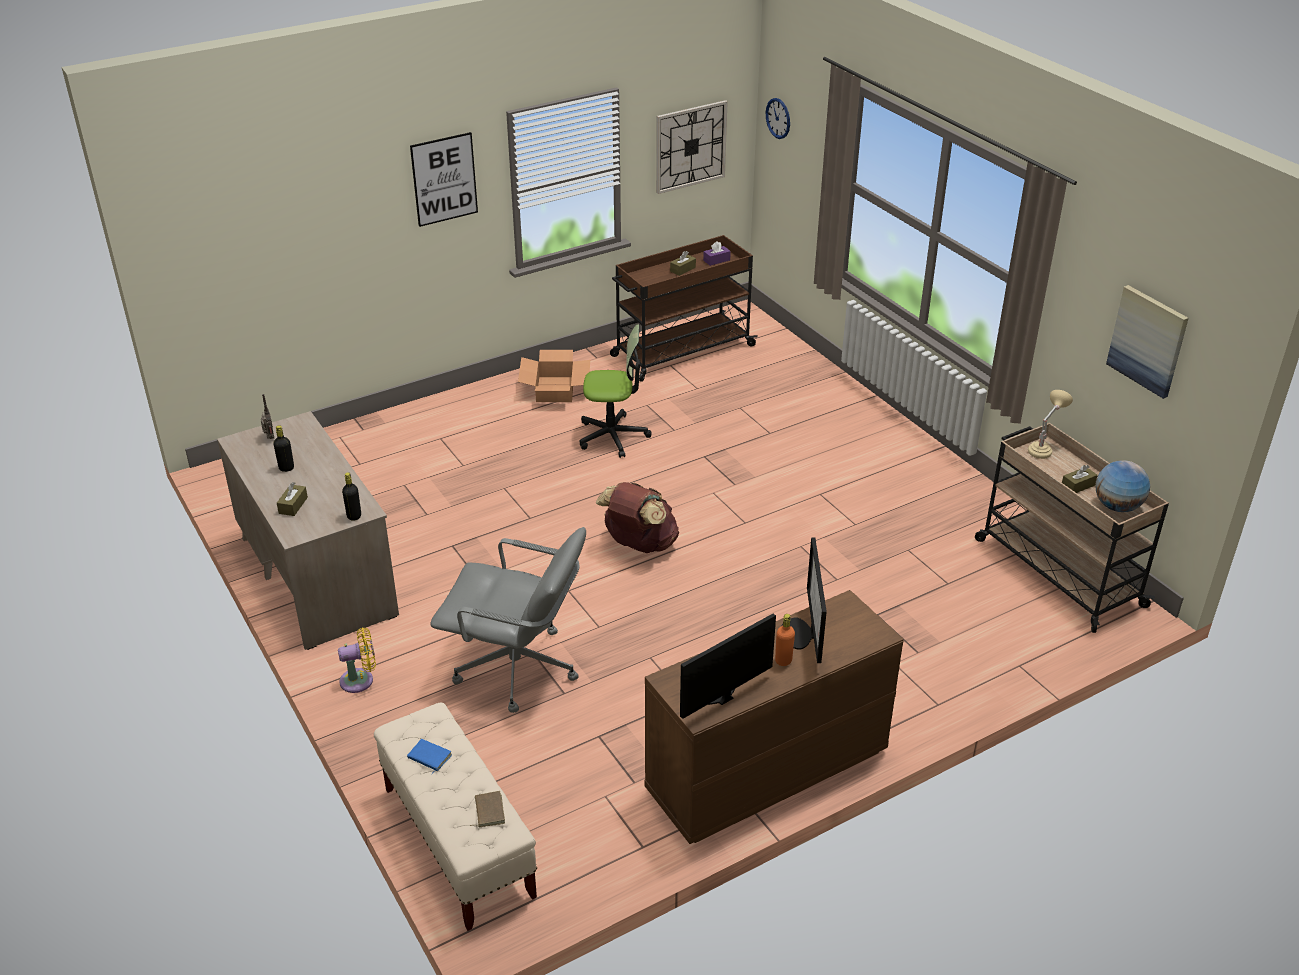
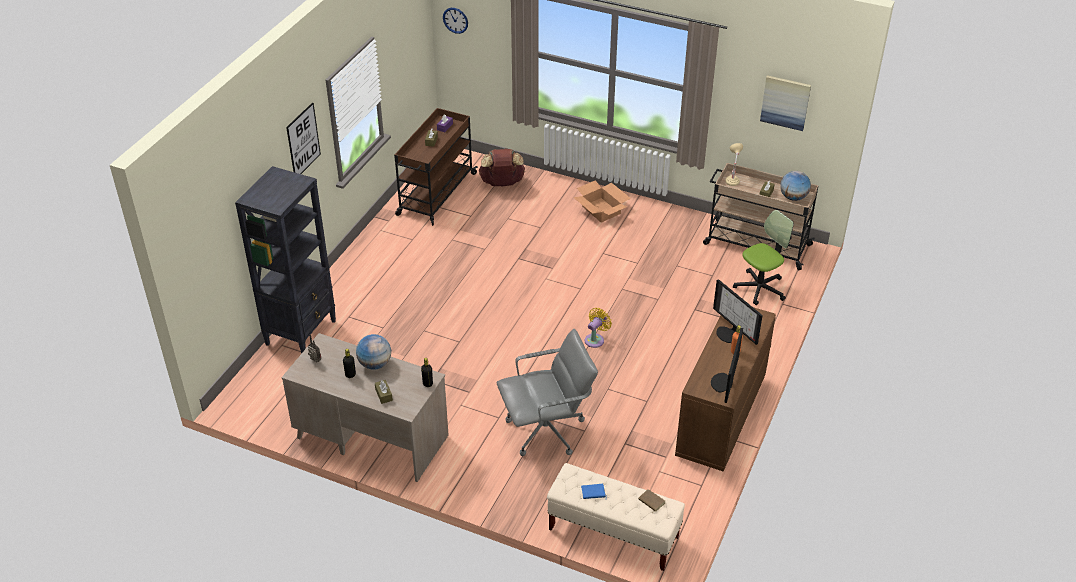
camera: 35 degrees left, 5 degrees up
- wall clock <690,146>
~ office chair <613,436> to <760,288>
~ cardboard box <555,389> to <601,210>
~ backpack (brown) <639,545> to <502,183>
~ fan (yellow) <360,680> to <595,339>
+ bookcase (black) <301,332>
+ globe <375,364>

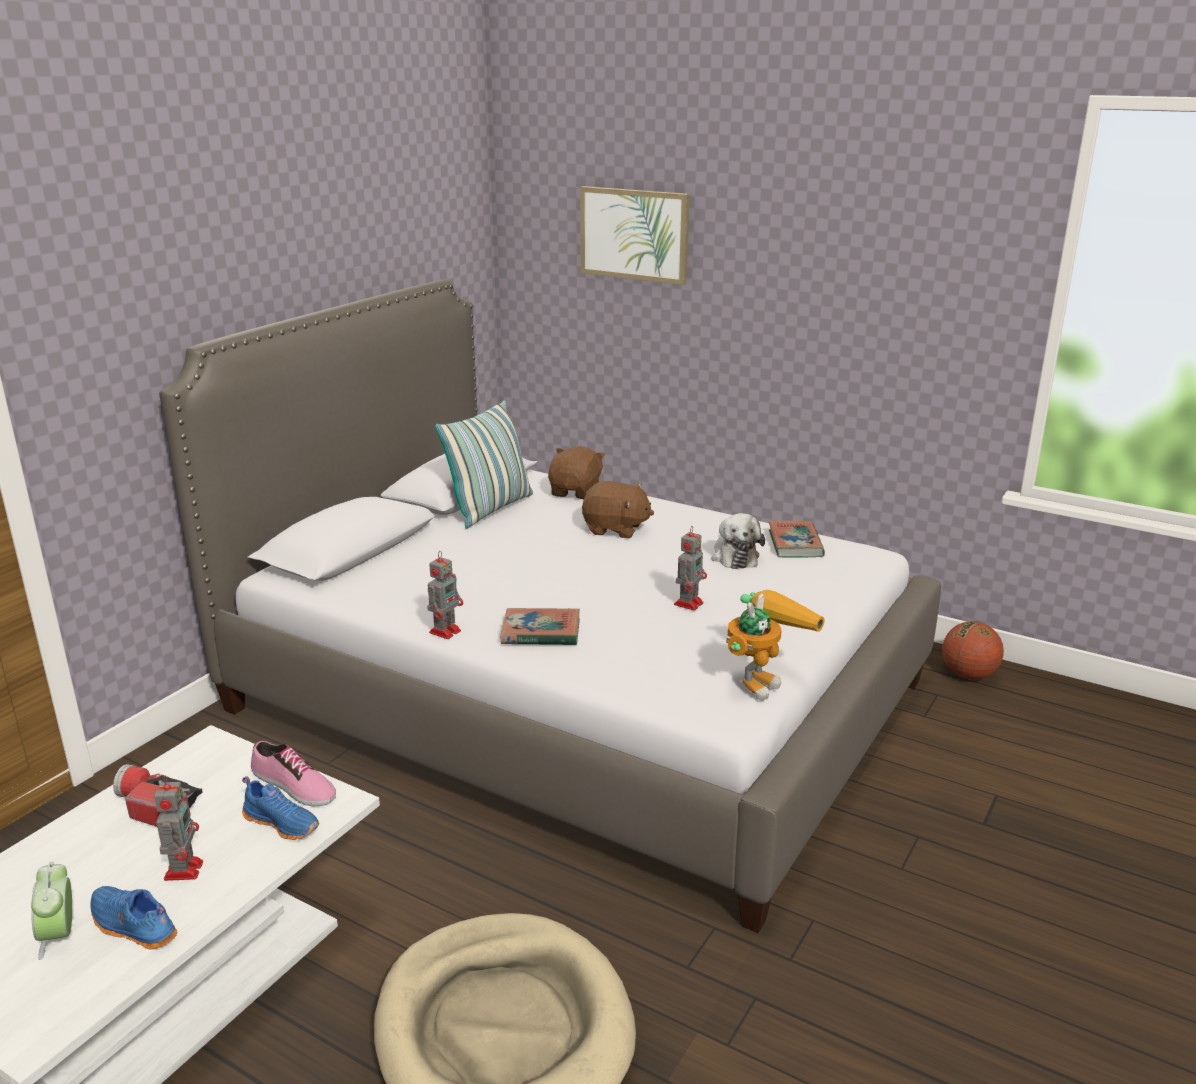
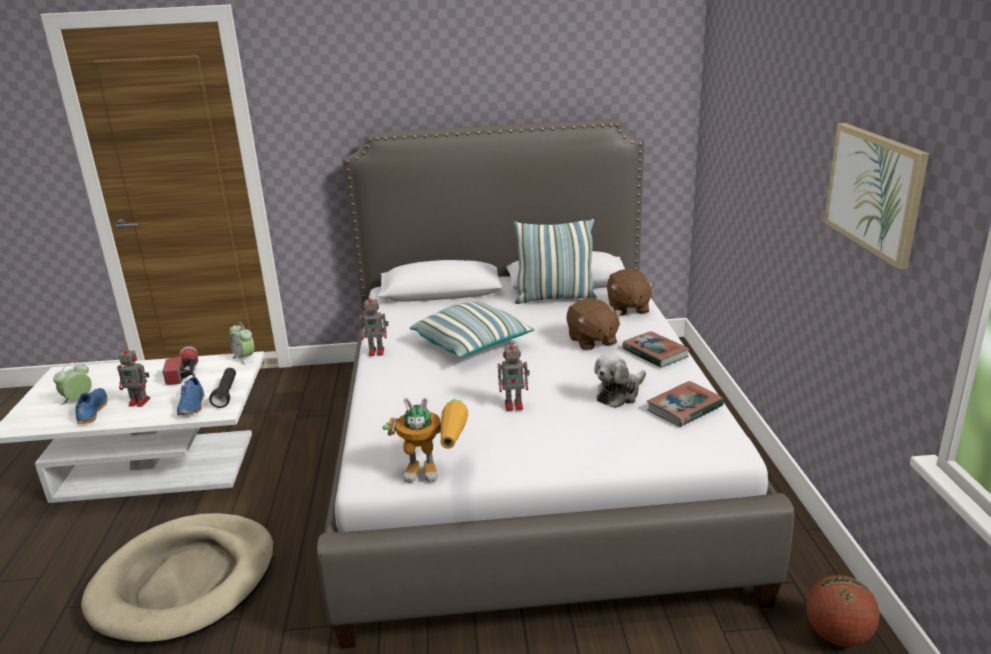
camera: 55 degrees right, 0 degrees up
~ picture <634,234> to <874,191>
~ plush toy (brown) <576,492> = <627,308> 105 degrees clockwise
~ book <541,632> to <655,353>
~ shoe <293,786> to flashlight (black) <226,394>
~ toy robot <184,869> = <140,402> 45 degrees clockwise
+ pillow <472,344>
+ alarm clock <244,358>

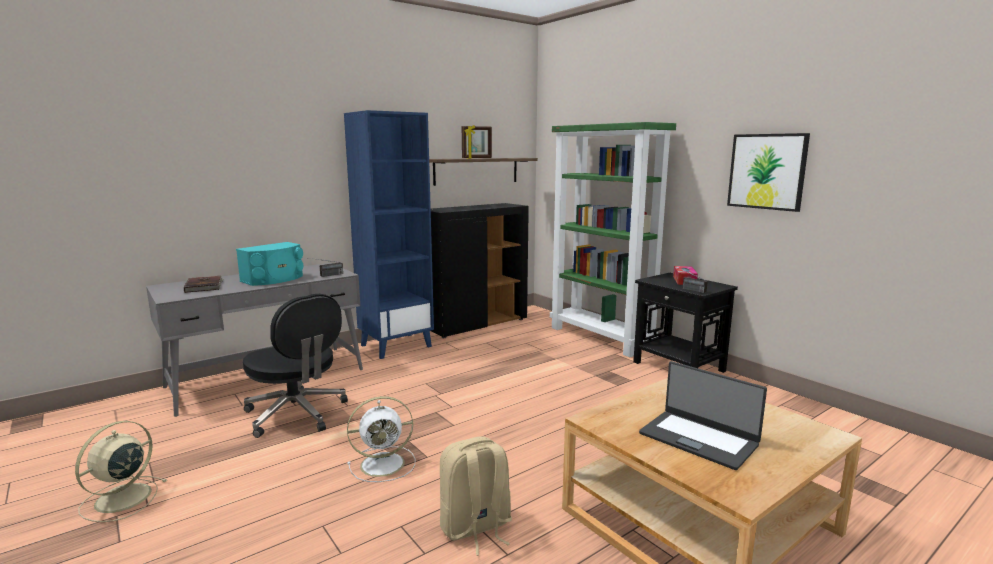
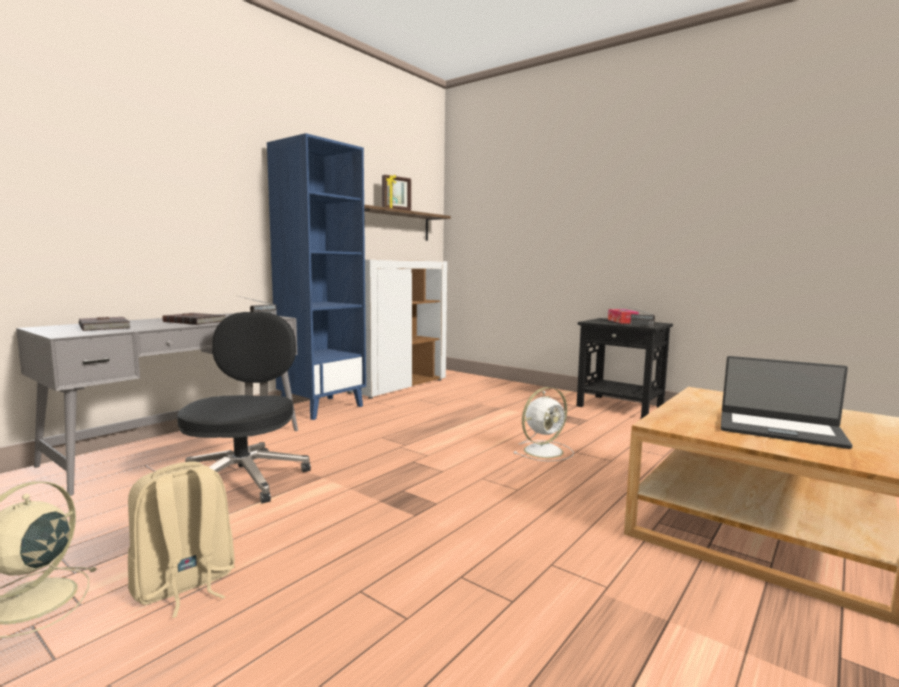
camera: 15 degrees left, 5 degrees down
- bookcase (green) <601,338>
- picture <767,171>
~ cabinet (black) <477,324> to cabinet (white) <397,386>
~ speaker (turquoise) <274,279> to book (brown) <195,321>
~ office chair (black) <297,414> = <244,478> 120 degrees counterclockwise
~ fan (white) <384,464> to <544,451>
~ backpack (beige) <475,528> to <184,585>

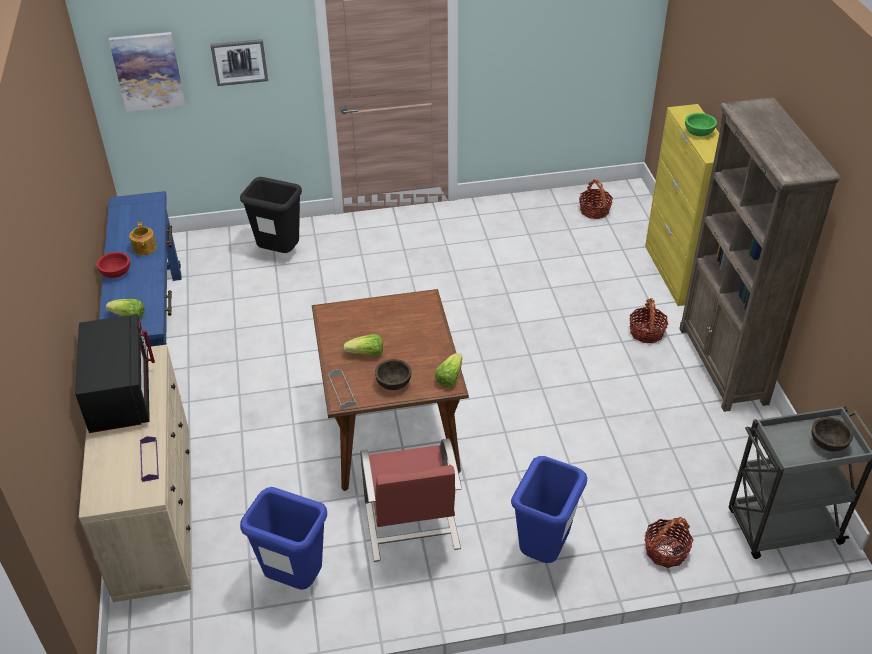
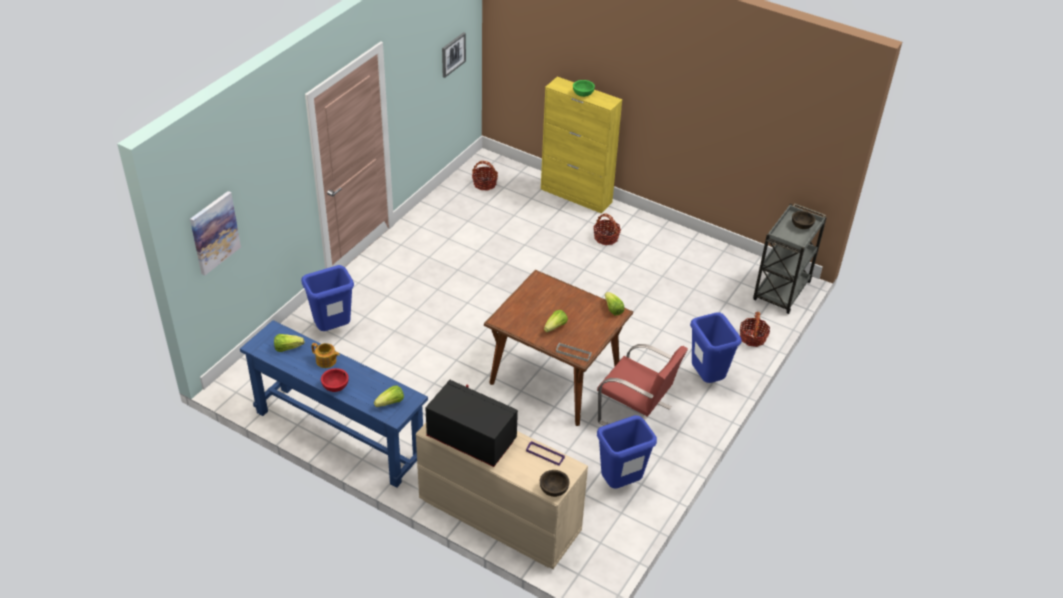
camera: 50 degrees left, 0 degrees up
~ picture <239,61> to <453,54>
- bookcase (brown) <722,366>
~ trash can (black) <280,254> to trash can (blue) <333,329>
~ bowl (brown) <393,383> to <554,490>
+ lettuce <288,348>

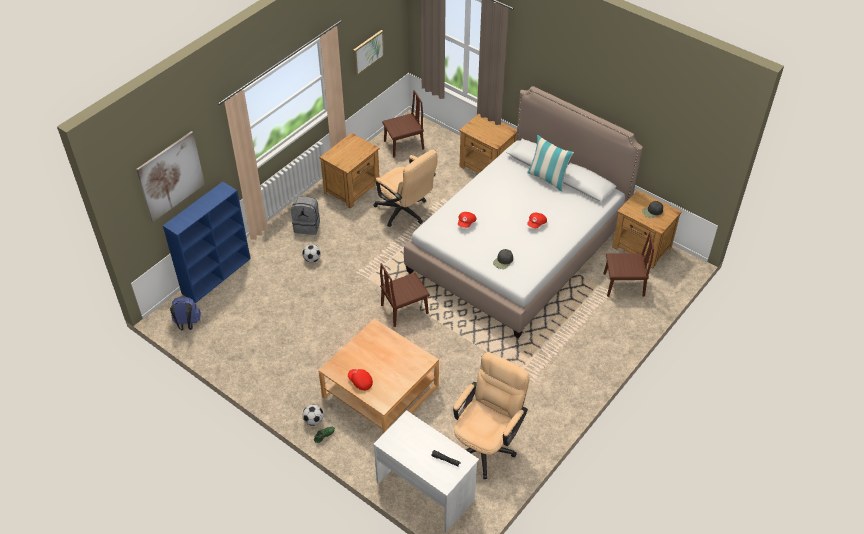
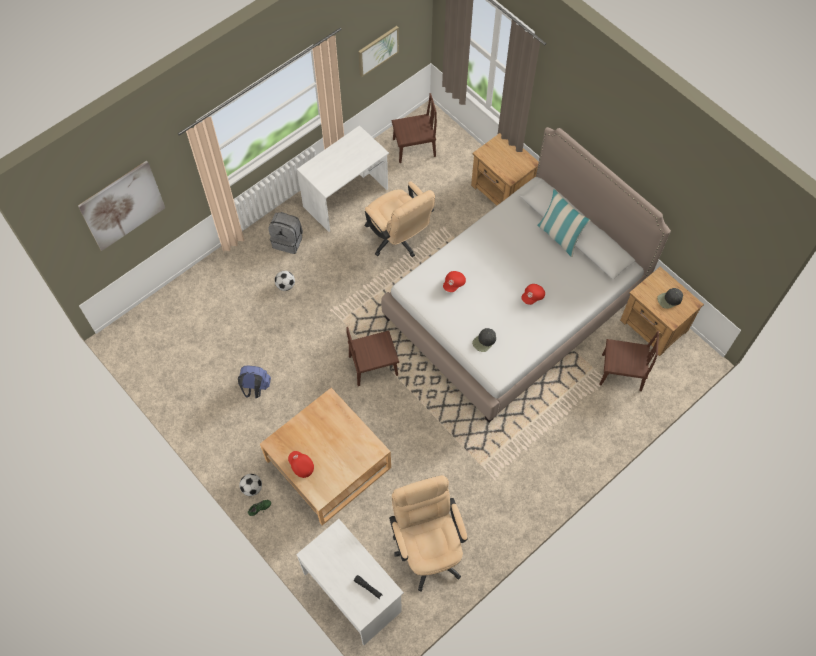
camera: 10 degrees right, 15 degrees up
~ nightstand (brown) <353,188> to desk (white) <346,198>
- bookcase (blue) <217,275>
~ backpack (blue) <187,324> to <255,388>
~ office chair (beige) <487,444> = <428,547> 60 degrees counterclockwise

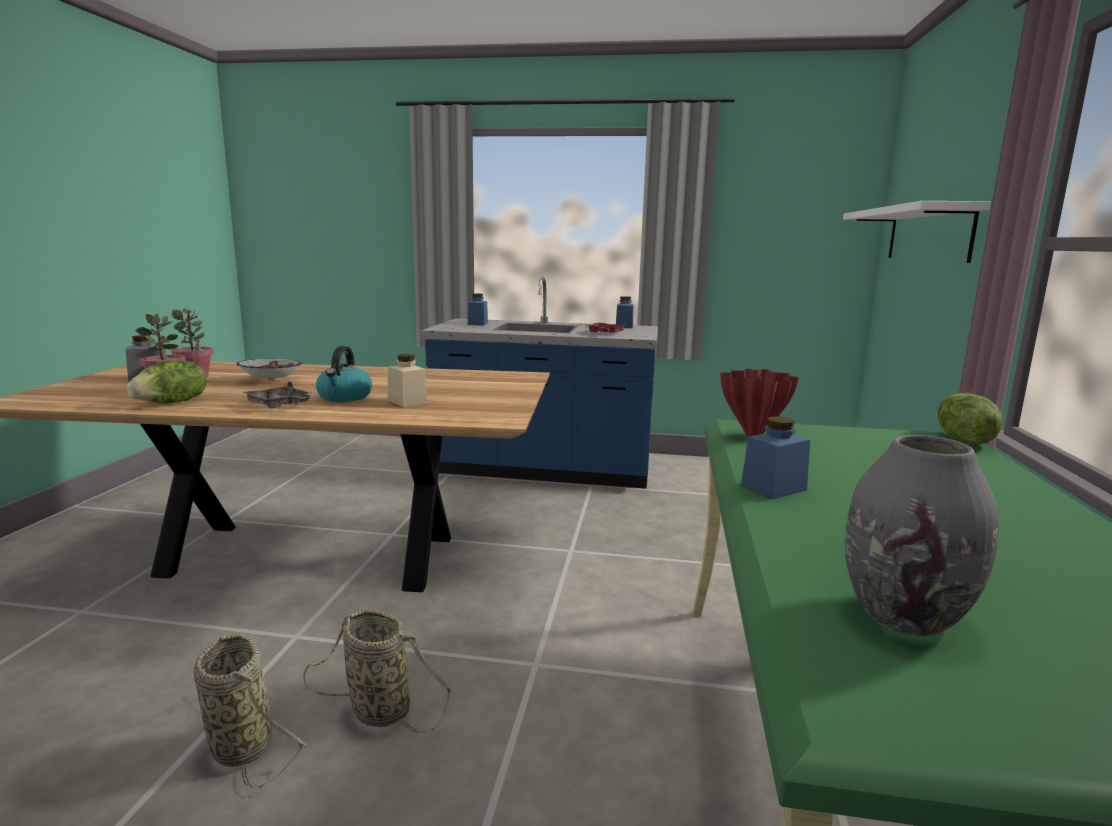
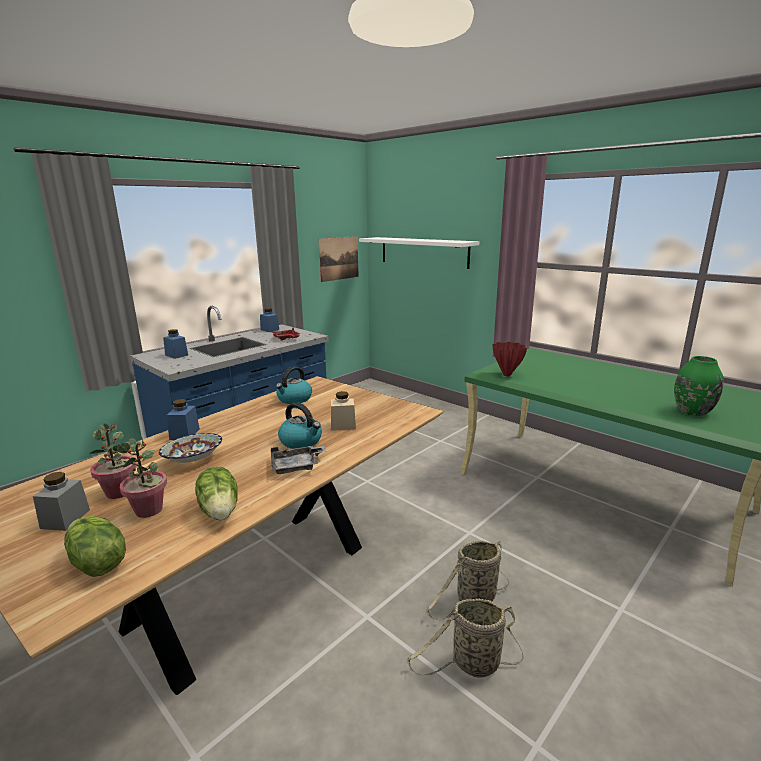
camera: 55 degrees left, 5 degrees up
~ lettuce <961,440> to <97,563>
~ jar (blue) <773,488> to <184,434>
~ vase (grey) <905,616> to vase (green) <692,411>
+ picture <339,258>
+ kettle <294,399>

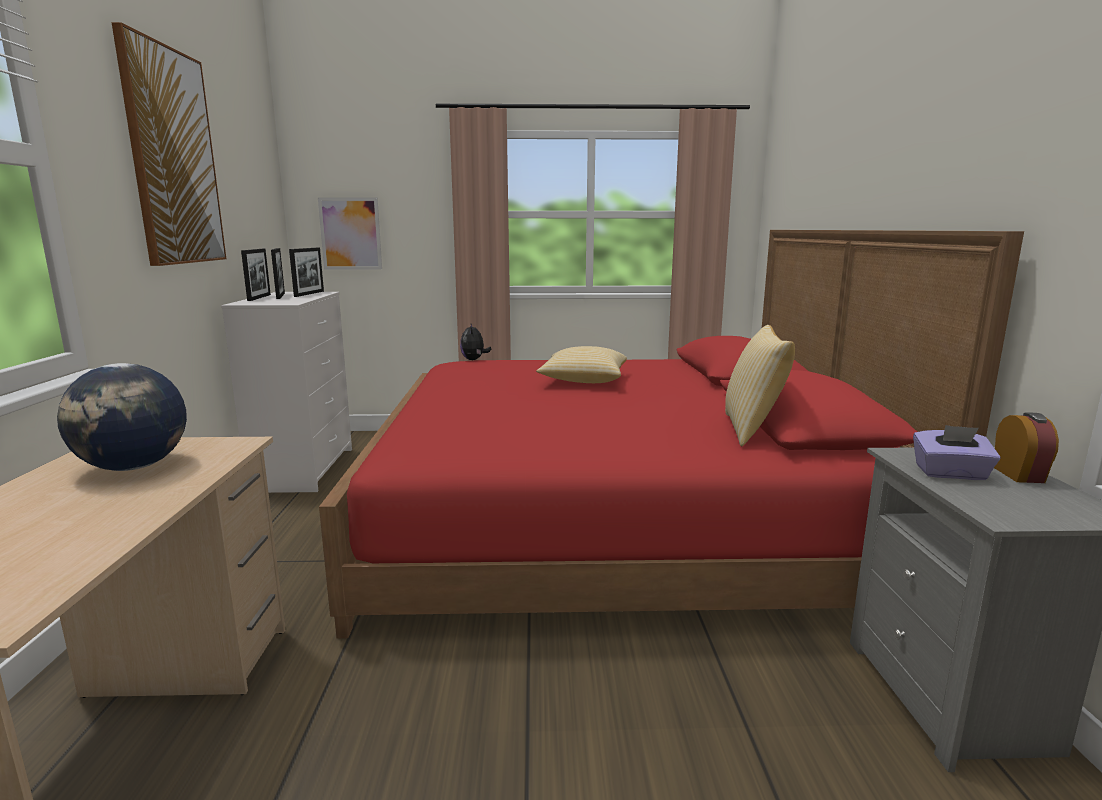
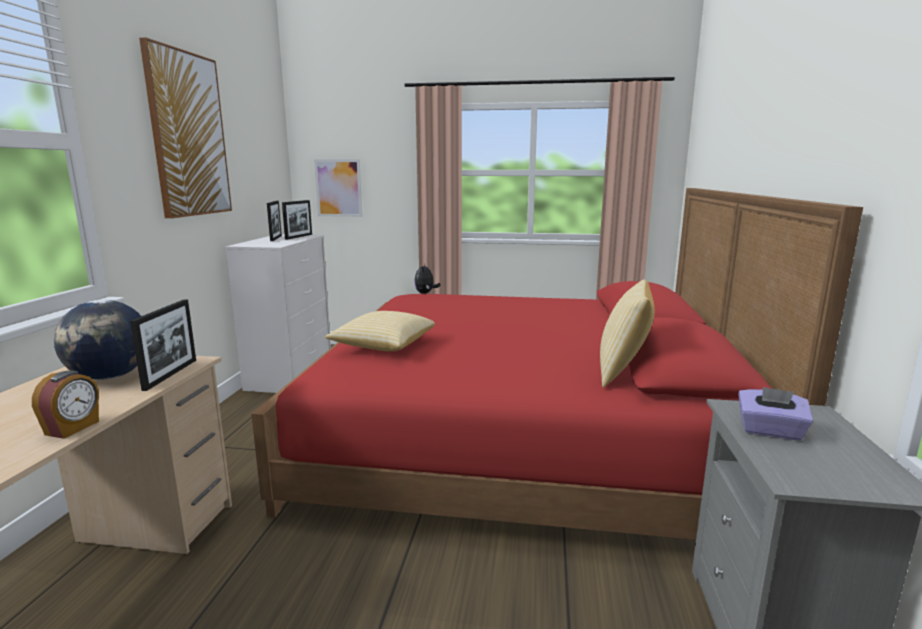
camera: 10 degrees right, 0 degrees up
~ picture frame <259,297> to <171,374>
~ pillow <583,381> to <383,346>
~ alarm clock <1019,475> to <73,428>

